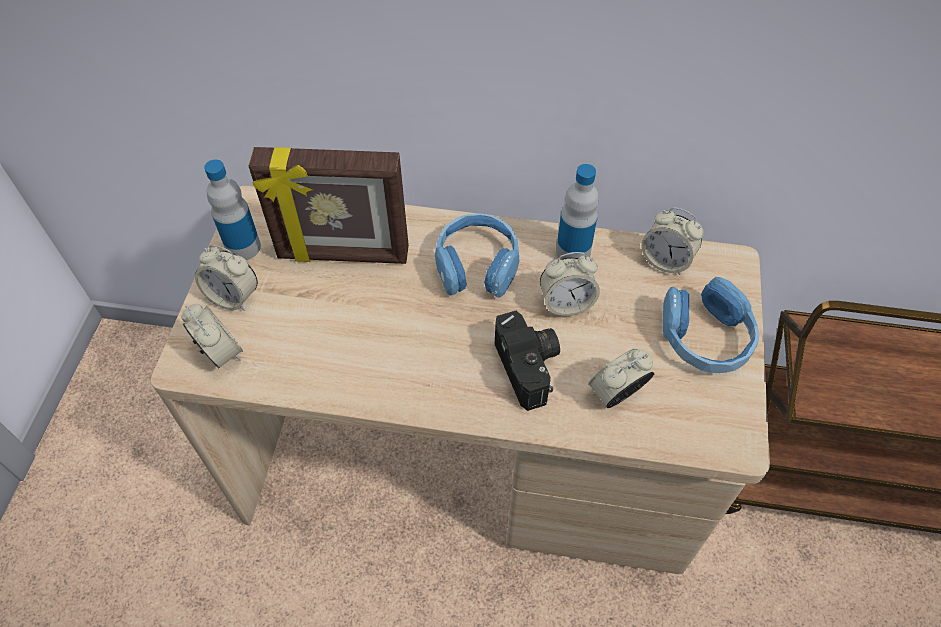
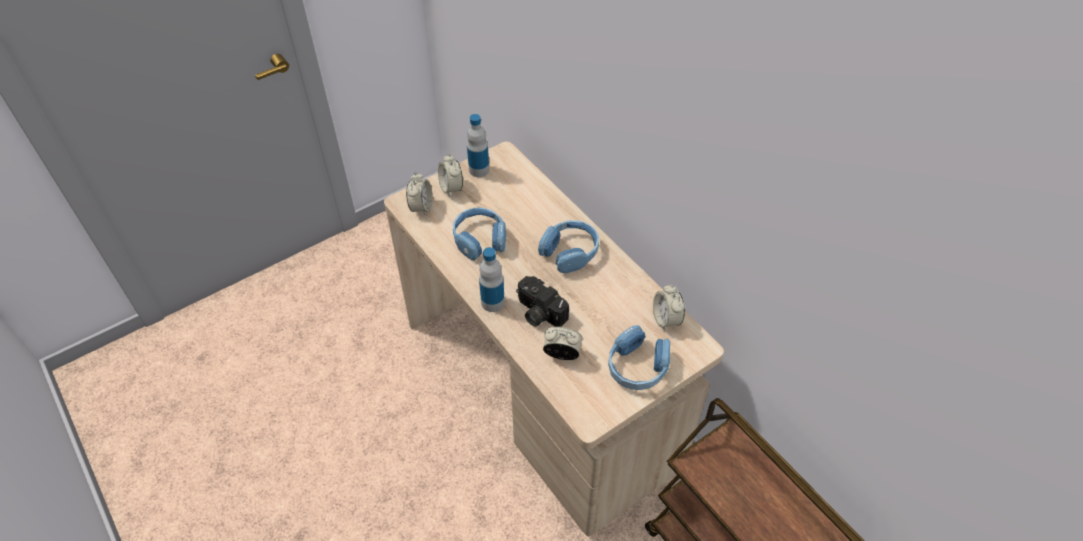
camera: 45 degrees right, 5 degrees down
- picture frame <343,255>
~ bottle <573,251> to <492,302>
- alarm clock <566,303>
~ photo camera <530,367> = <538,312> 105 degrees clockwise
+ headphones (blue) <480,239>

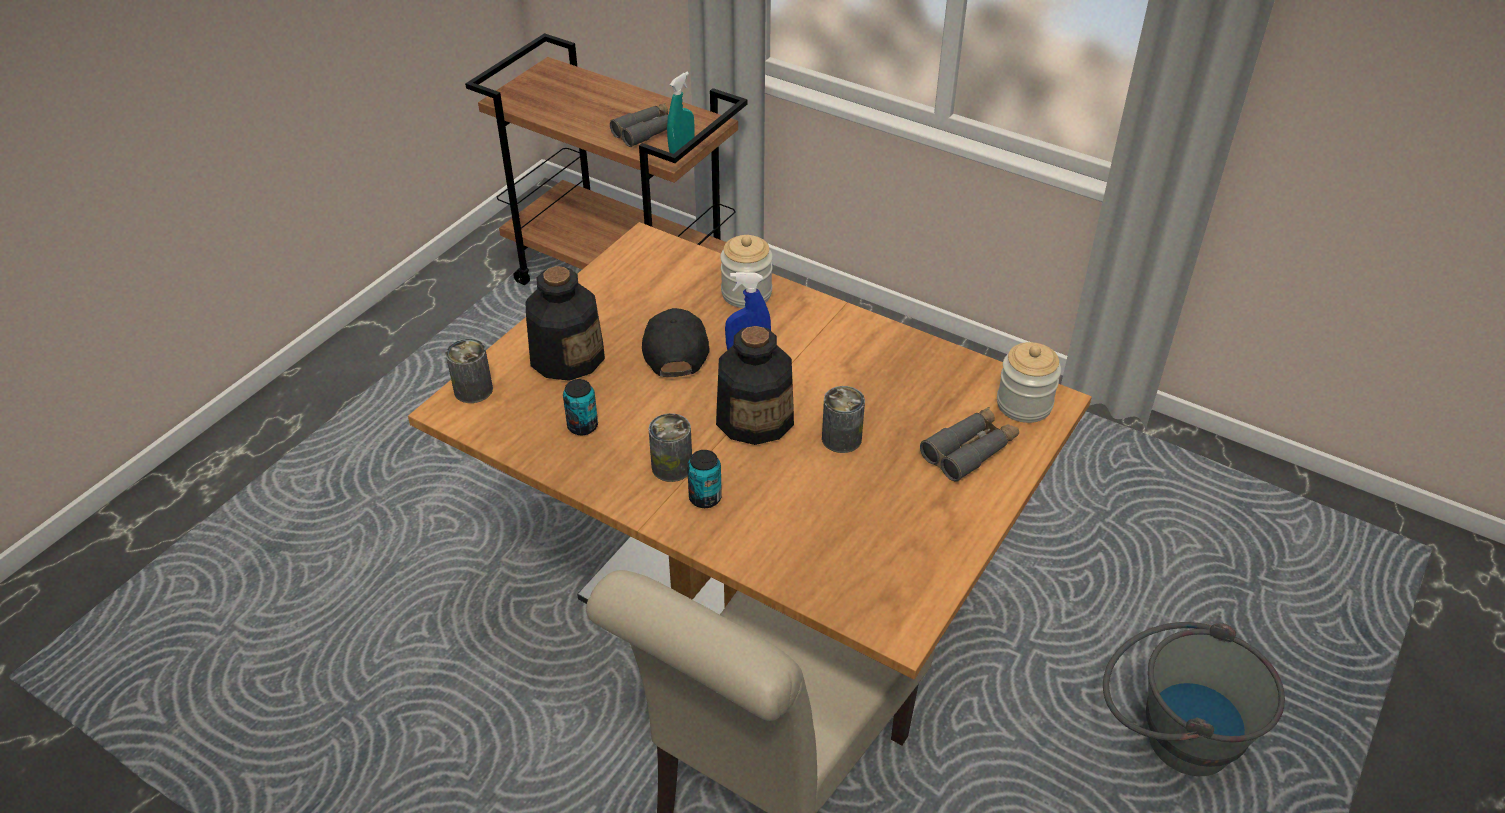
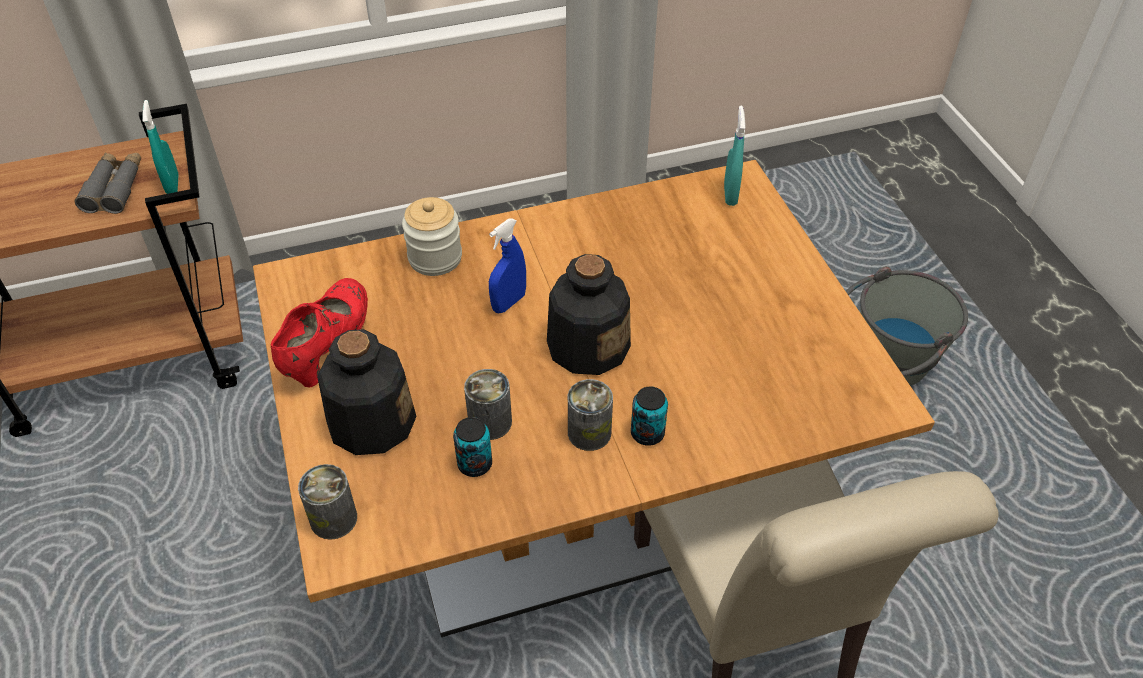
camera: 50 degrees left, 5 degrees up
- cap (black) <675,349>
~ jar <1024,404> to spray bottle (turquoise) <730,195>
~ can <841,438> to <490,422>
- binoculars (grey) <969,450>
+ shoe (red) <328,346>

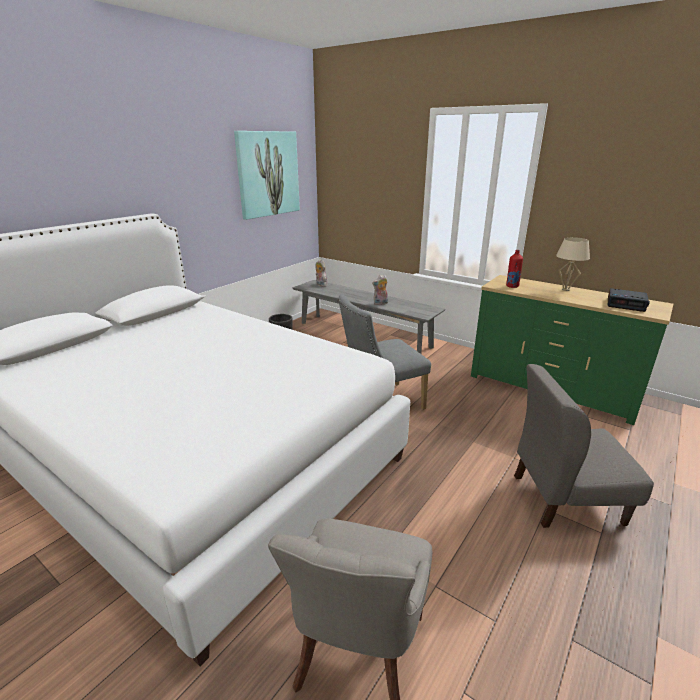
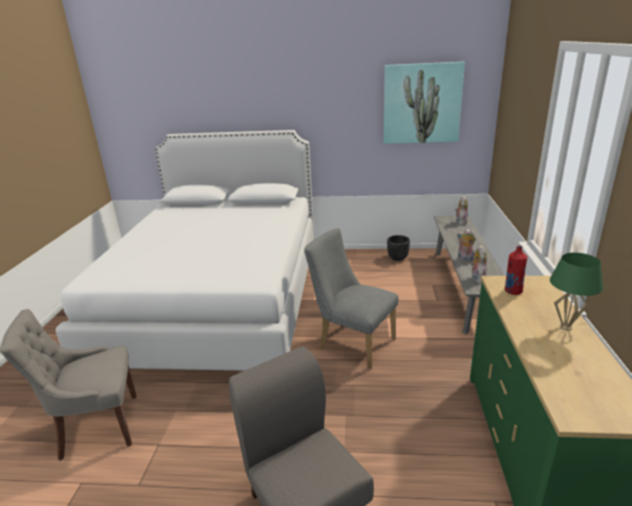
camera: 60 degrees right, 0 degrees up
~ table lamp (beige) <565,289> to table lamp (green) <566,327>
- alarm clock <626,304>
+ plush toy <477,278>

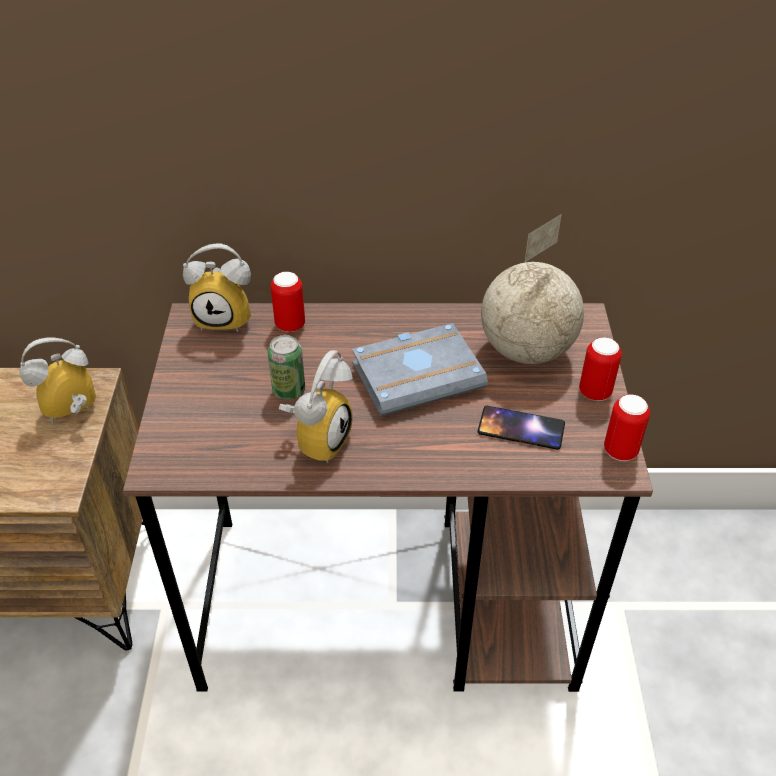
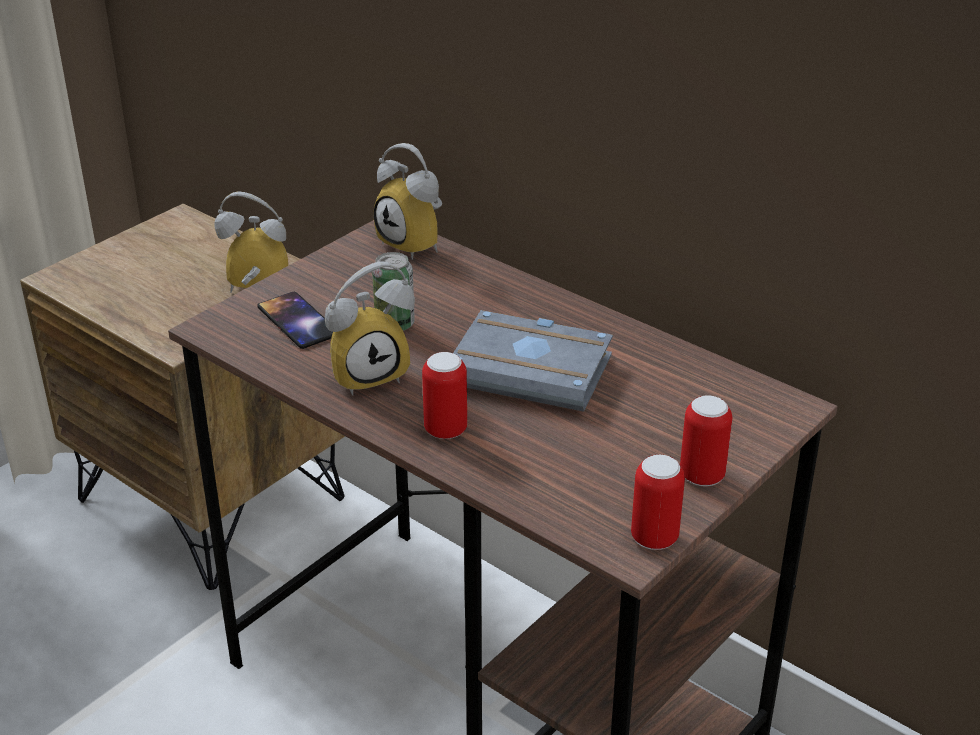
camera: 40 degrees right, 10 degrees down
- globe <528,350>
~ can <290,325> to <445,430>
~ phone <521,428> to <297,321>

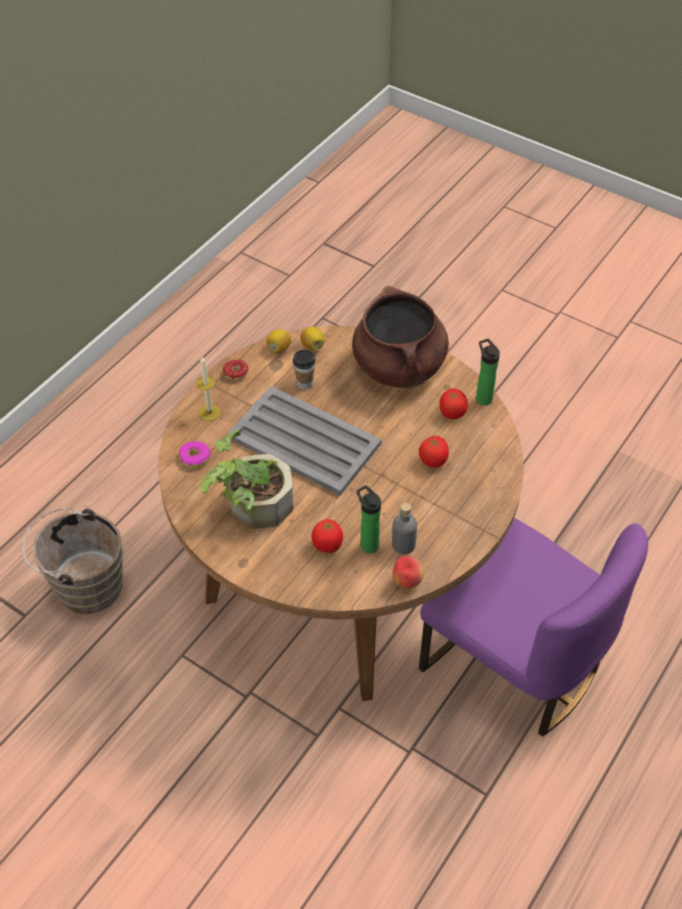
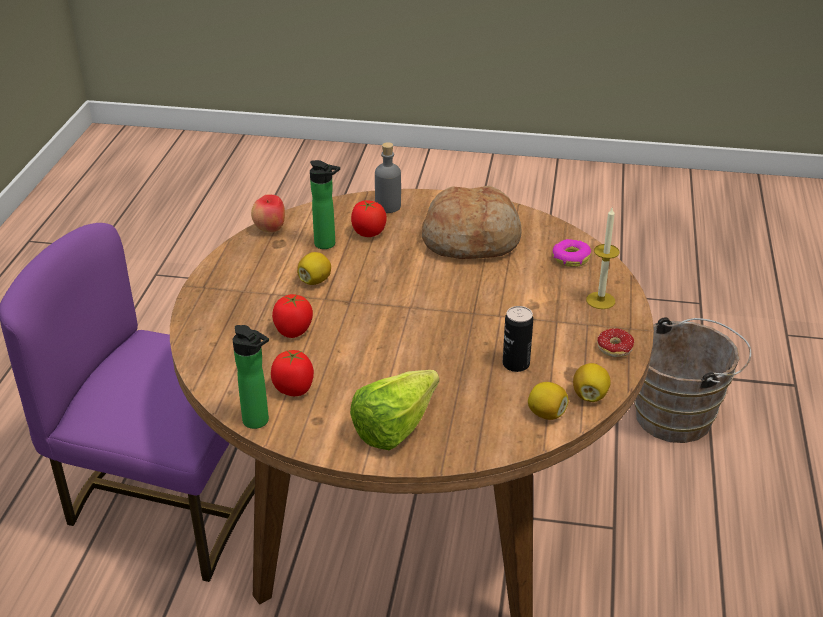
camera: 155 degrees right, 15 degrees down
~ cooking pot (brown) <399,367> to lettuce <402,425>
~ cup <305,383> to can <516,364>
- tray (grey) <305,442>
~ potted plant <252,505> to bread <472,240>
~ bottle (grey) <403,544> to <388,206>
+ lemon <315,281>

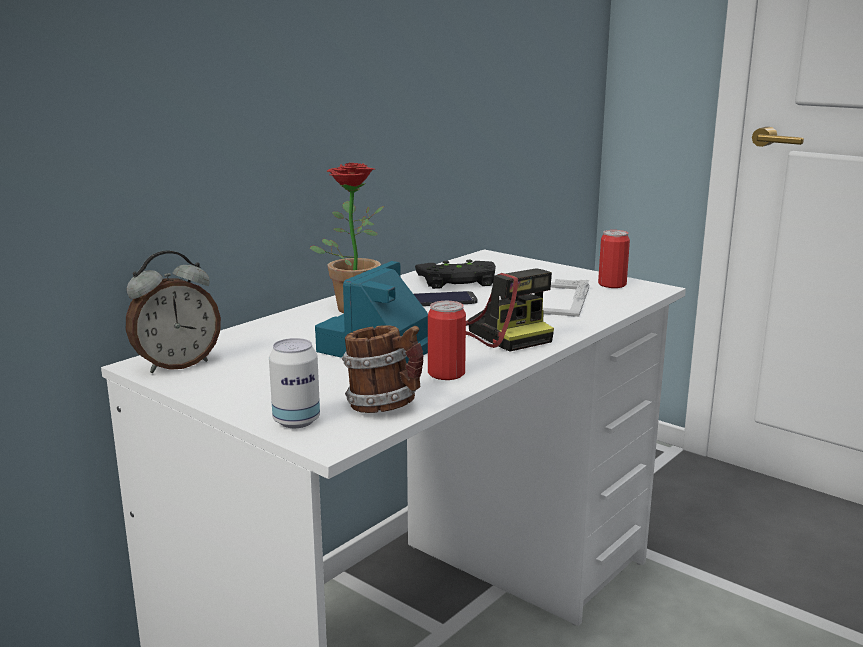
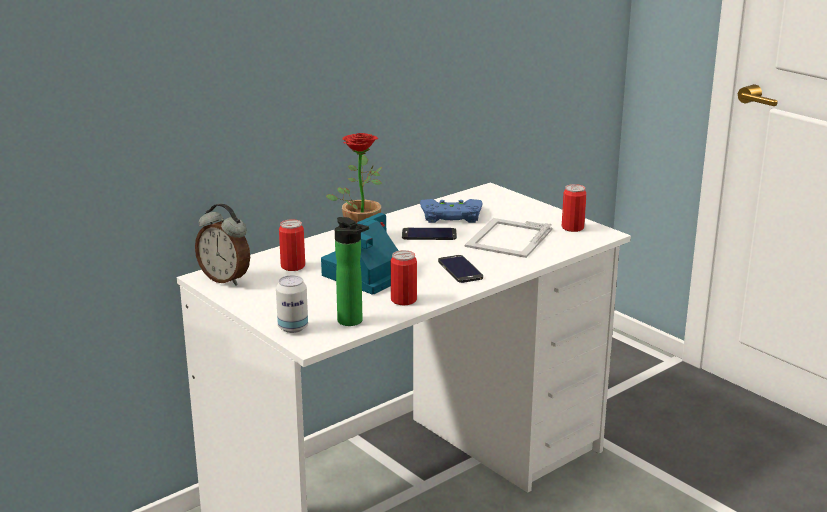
camera: 10 degrees right, 5 degrees up
~ alarm clock <177,365> = <226,279> 60 degrees clockwise
~ game controller (black) <457,281> to game controller (blue) <450,216>
~ photo camera <502,334> to phone <460,269>
~ mug <385,406> to bottle <353,322>
+ can <293,266>

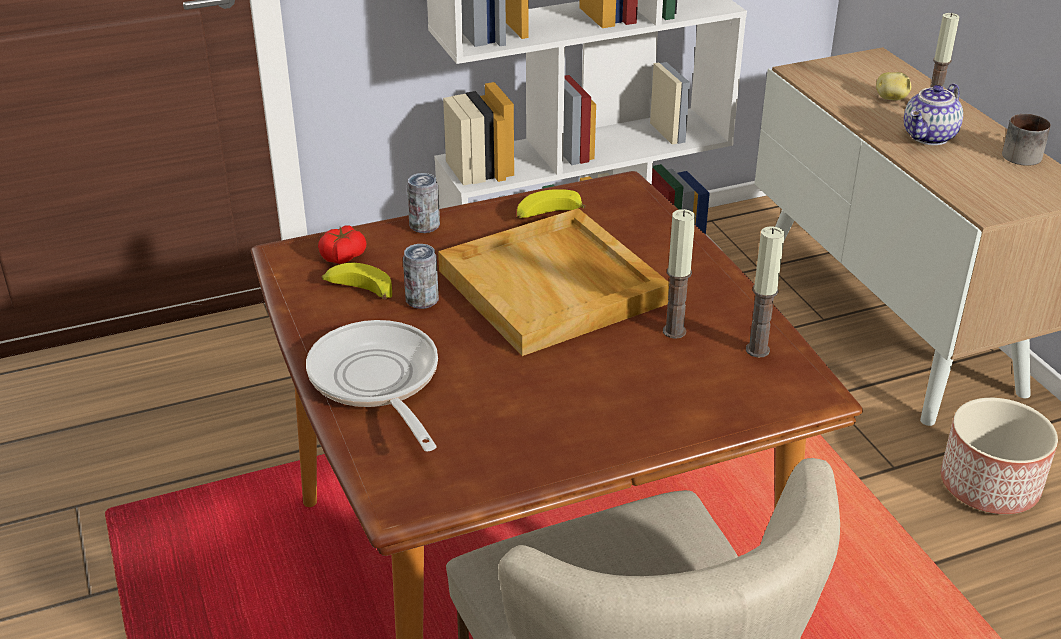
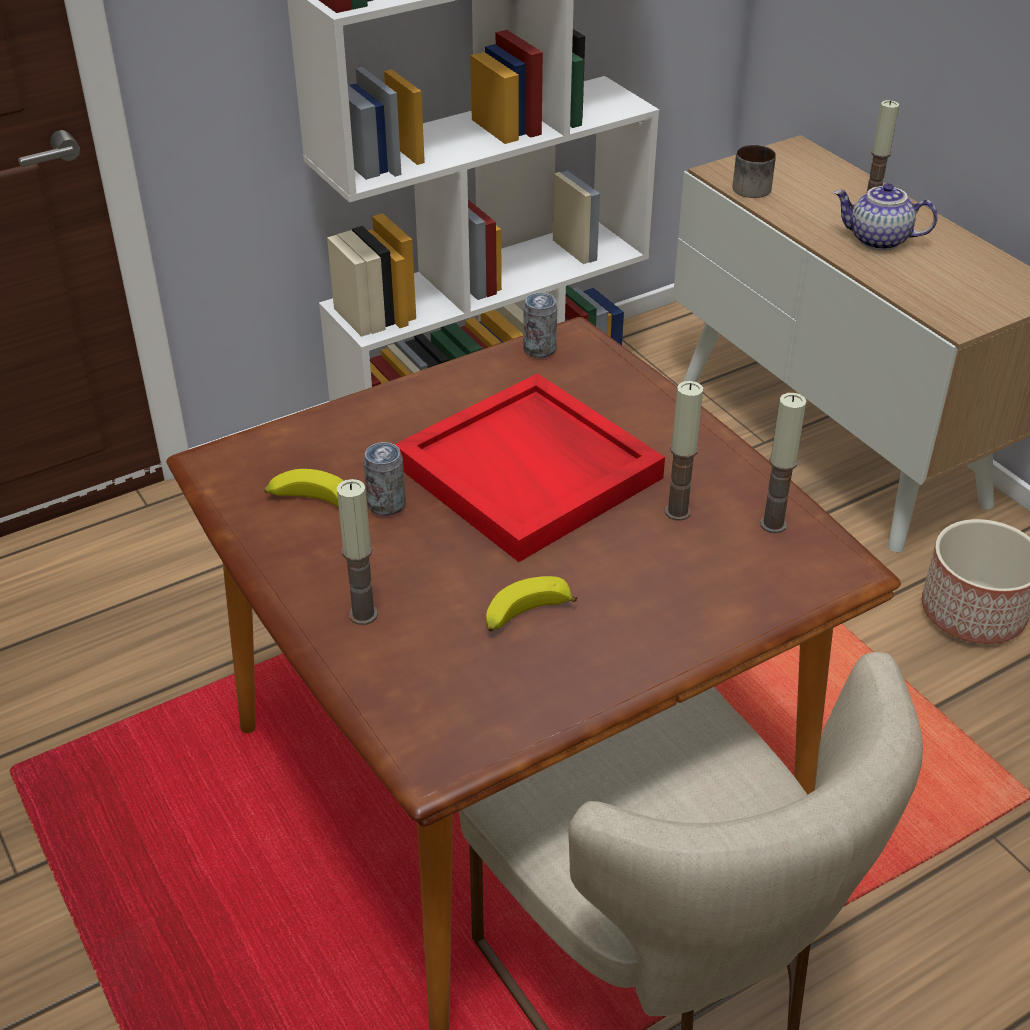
camera: 10 degrees left, 5 degrees up
- potato <891,99>
~ teapot <930,137> = <878,241> 75 degrees clockwise
~ mug <1022,154> to <752,186>
~ can <424,226> to <539,350>
~ banana <547,215> to <525,616>
~ tray (beige) <554,287> to tray (red) <531,472>
- tomato <343,256>
~ frying pan <377,382> to candle <363,614>

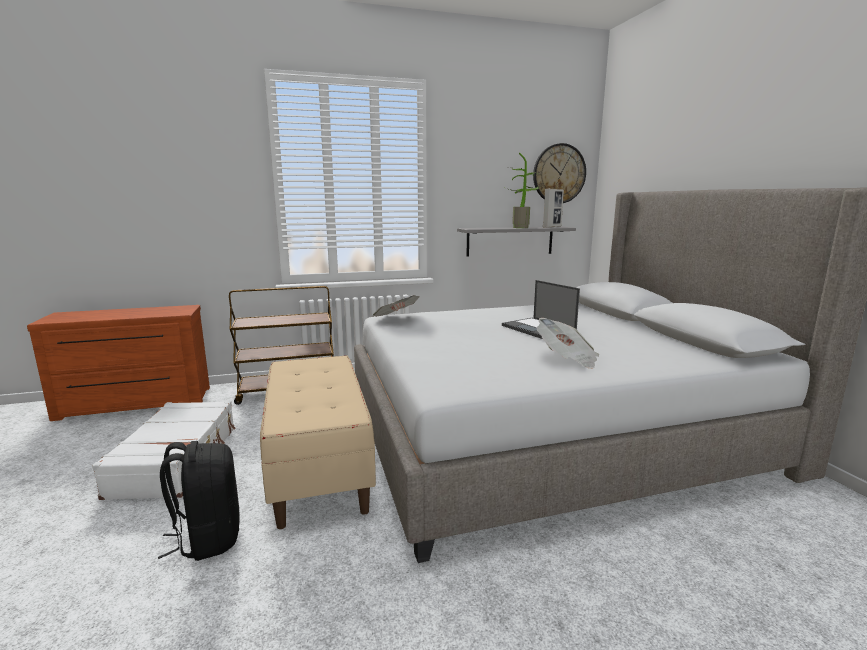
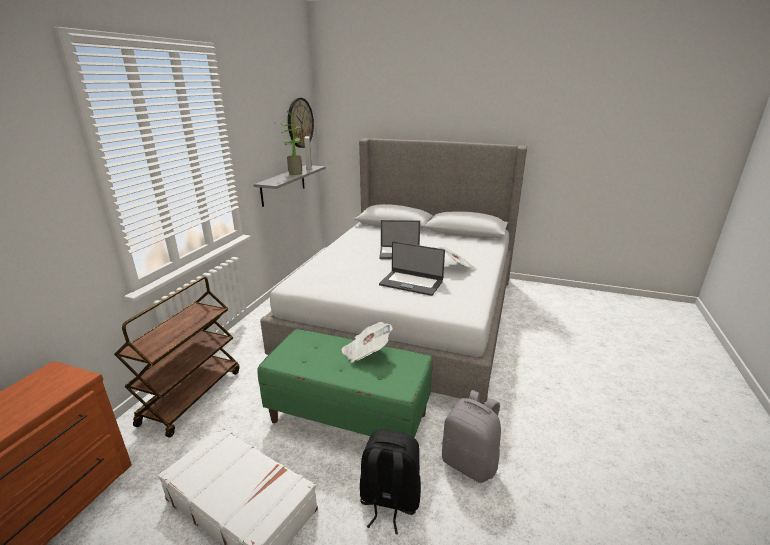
camera: 55 degrees left, 10 degrees up
~ newspaper <395,319> to <366,352>
~ bench (beige) <319,467> to bench (green) <349,417>
+ laptop <411,283>
+ backpack (grey) <470,463>

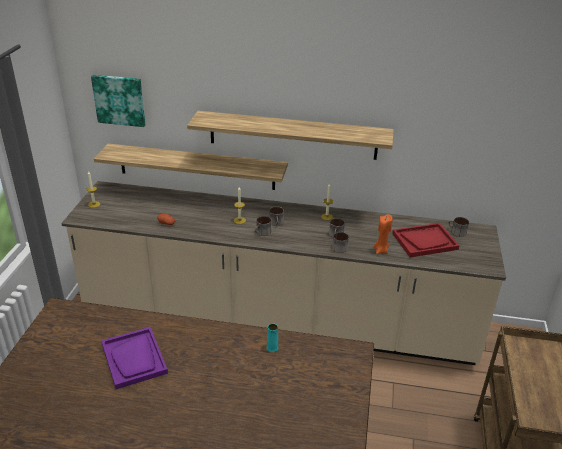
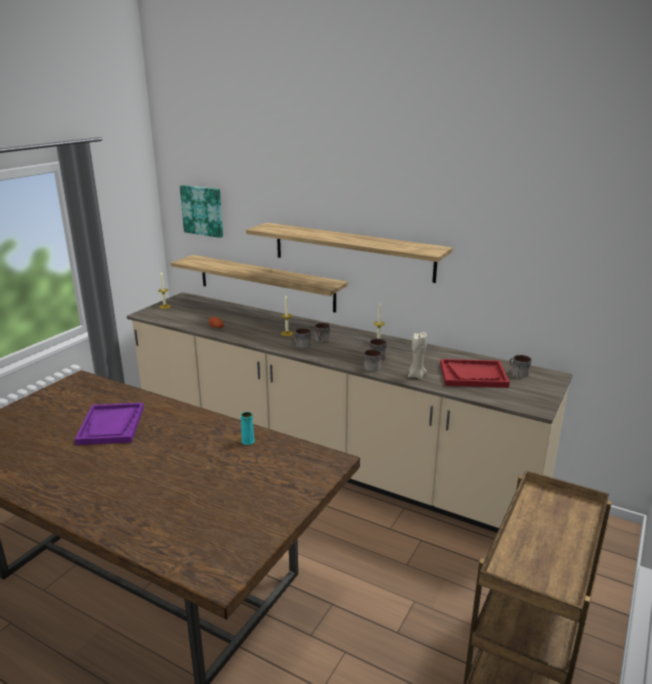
camera: 20 degrees right, 10 degrees down
~ candle (orange) <381,250> to candle (beige) <416,375>

